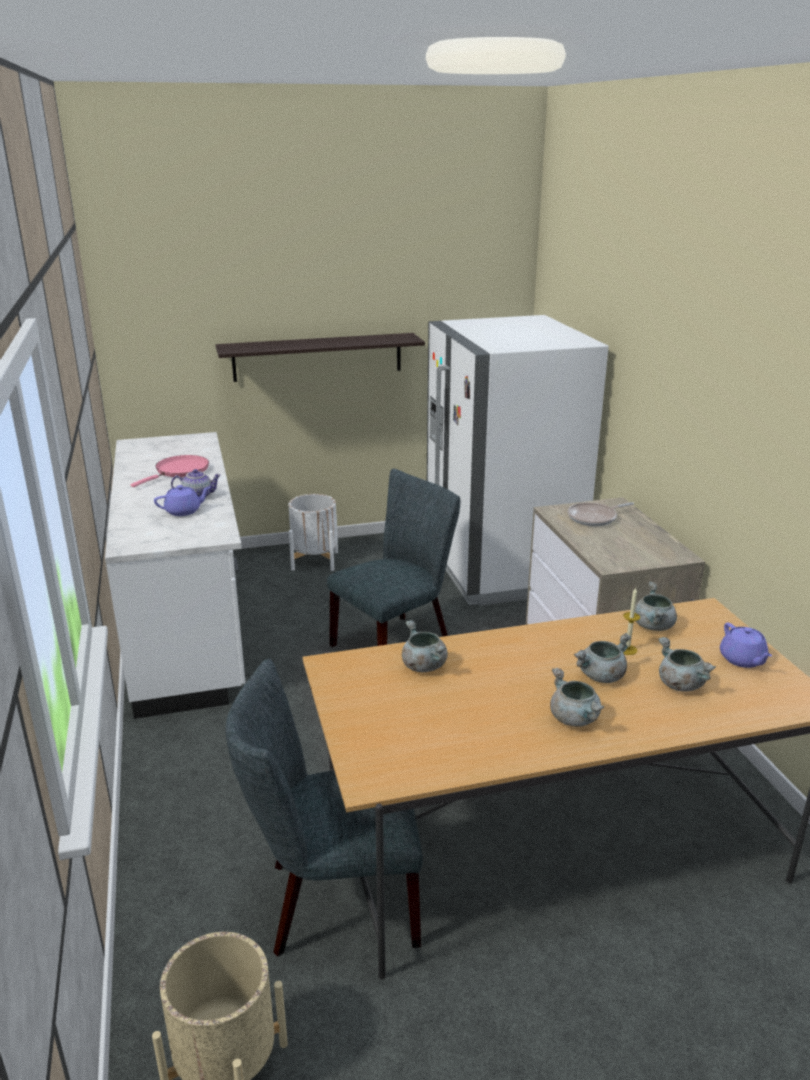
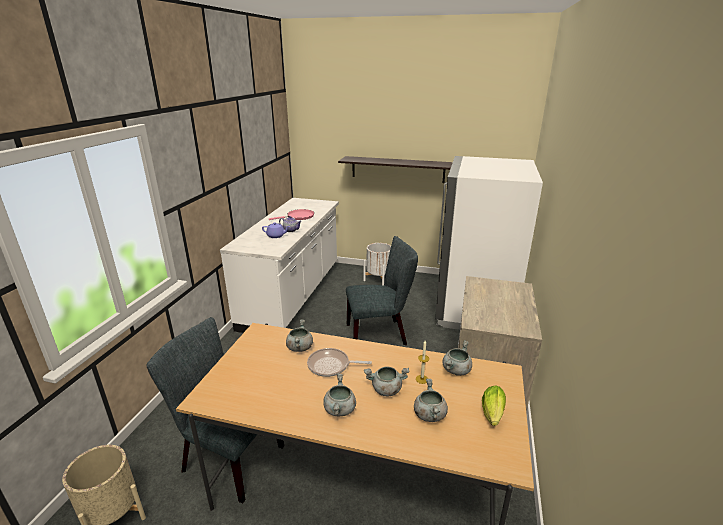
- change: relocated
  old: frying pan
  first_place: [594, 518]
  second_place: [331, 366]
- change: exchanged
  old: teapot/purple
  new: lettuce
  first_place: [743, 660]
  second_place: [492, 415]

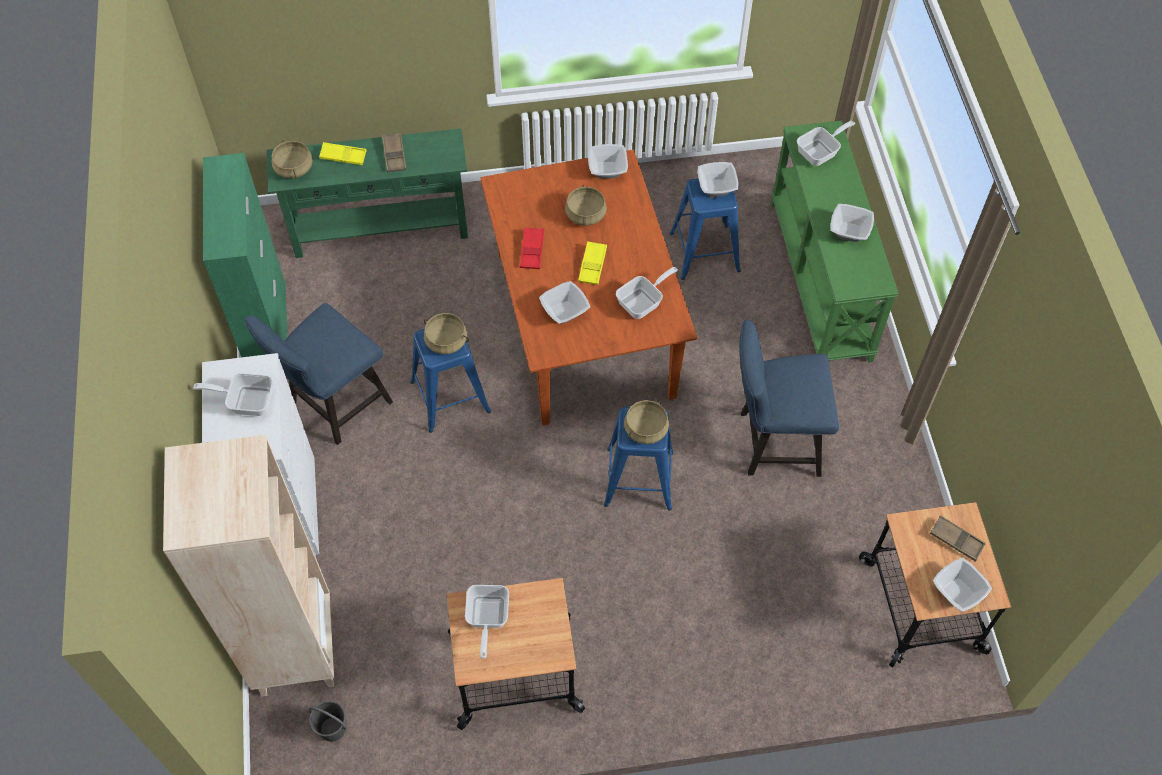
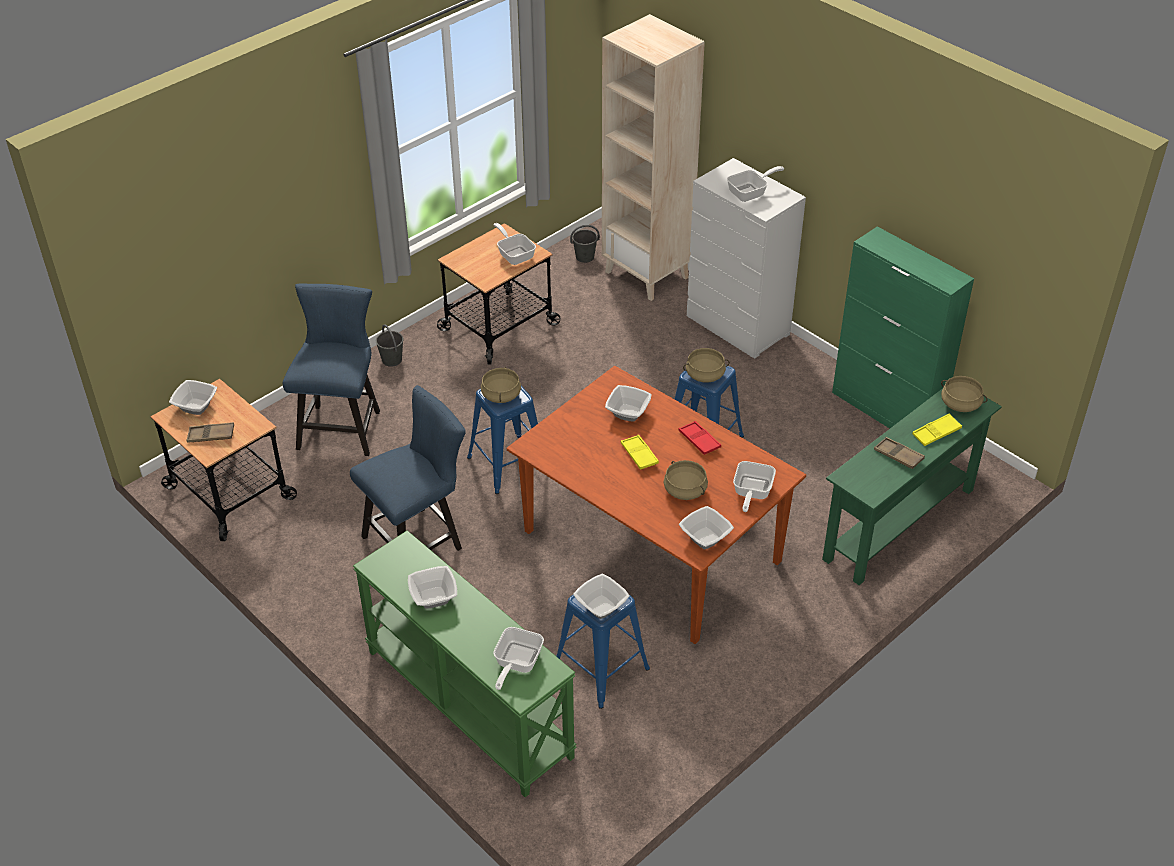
- change: relocated
  old: chair/blue
  first_place: [334, 406]
  second_place: [342, 425]
- change: relocated
  old: frying pan
  first_place: [643, 302]
  second_place: [751, 493]
- change: appeared
  new: bucket/grey
  second_place: [391, 360]

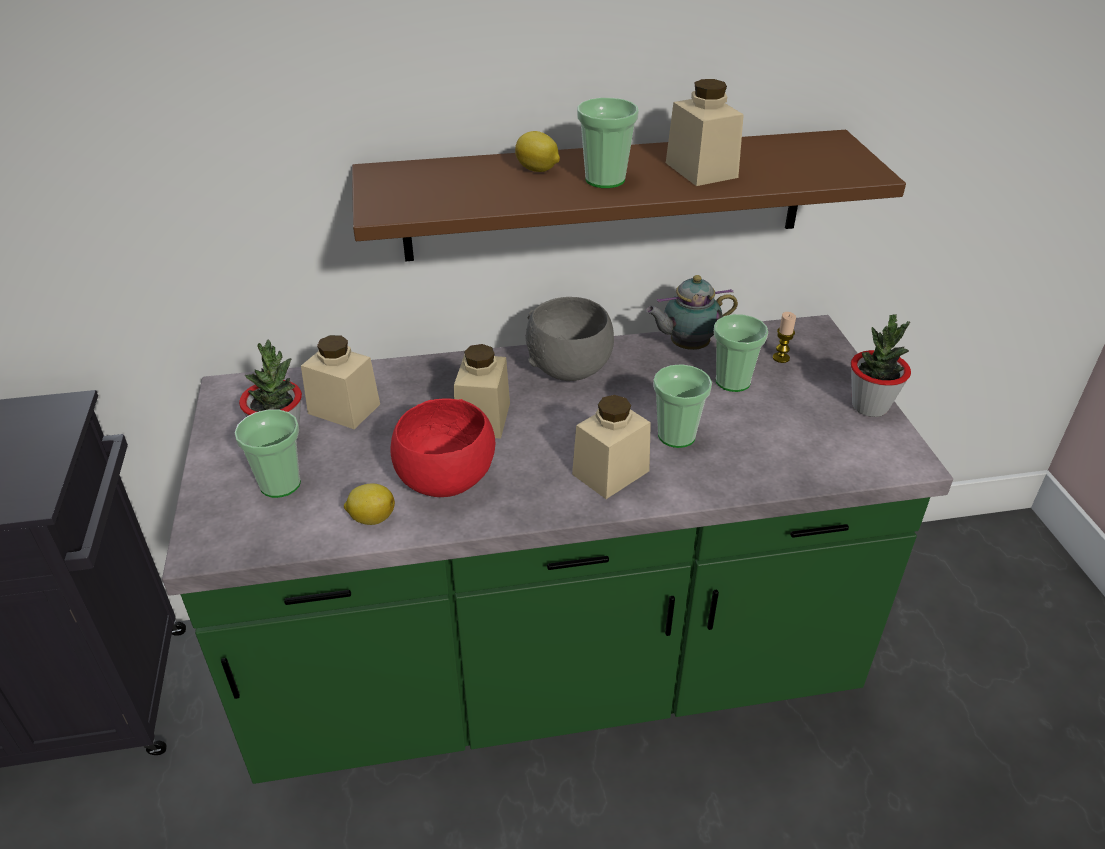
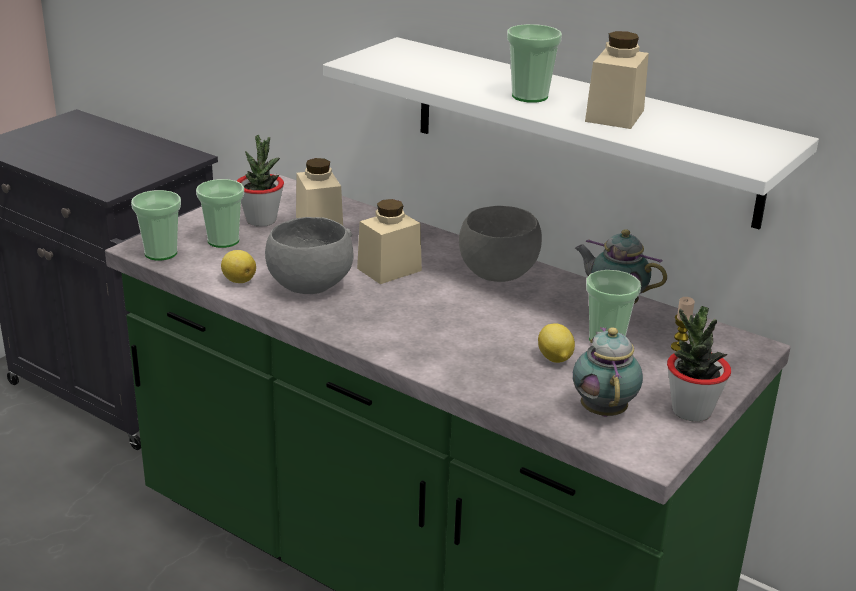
- change: colour
  old: shelf/brown
  new: shelf/white
  first_place: [606, 196]
  second_place: [582, 130]
- change: colour
  old: bowl/red
  new: bowl/grey
  first_place: [445, 481]
  second_place: [308, 286]
- change: relocated
  old: lemon
  first_place: [538, 170]
  second_place: [555, 359]
- change: missing
  old: jar/beige
  first_place: [610, 472]
- change: relocated
  old: cup
  first_place: [676, 436]
  second_place: [161, 253]
- change: appeared
  new: teapot
  second_place: [603, 409]

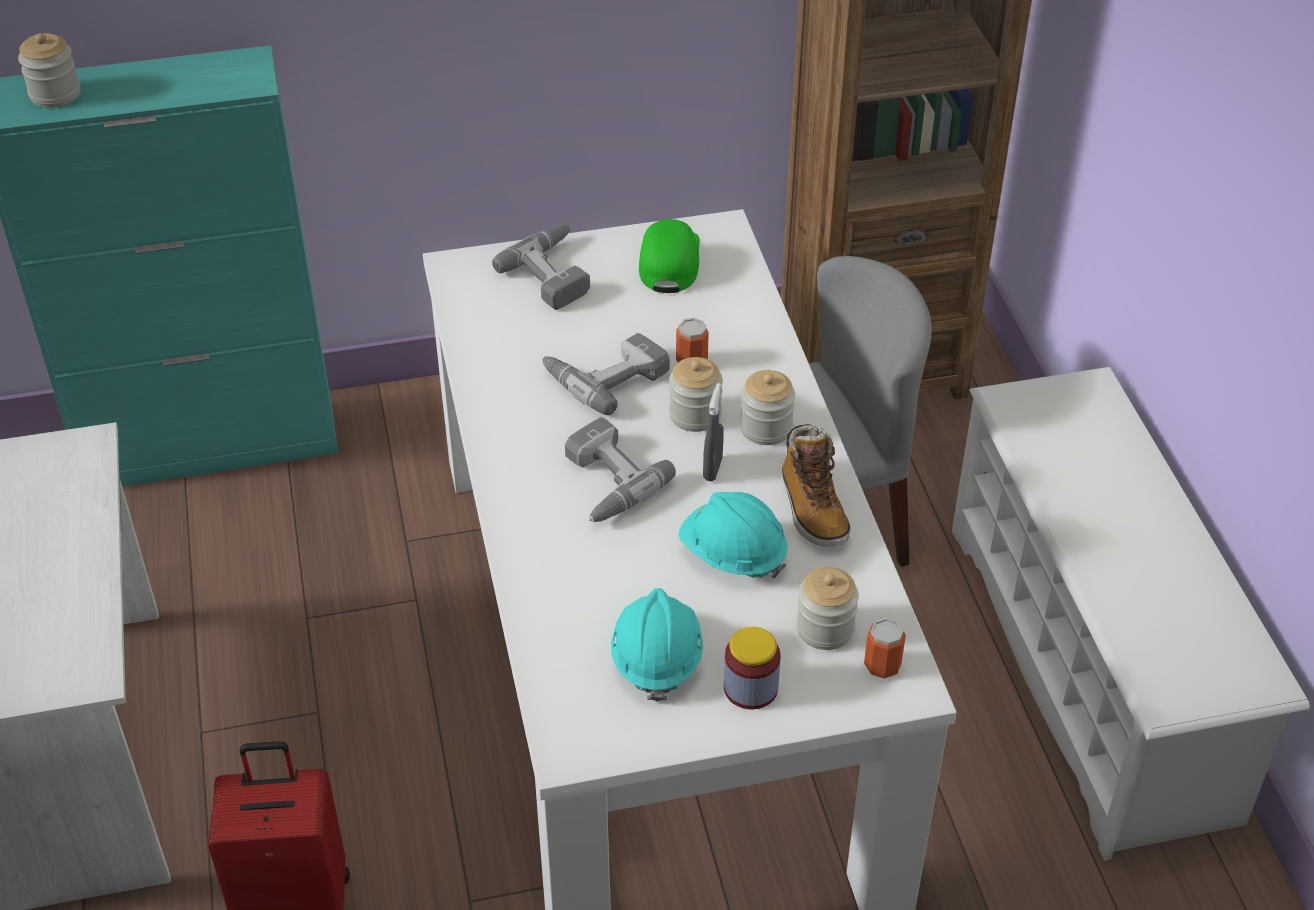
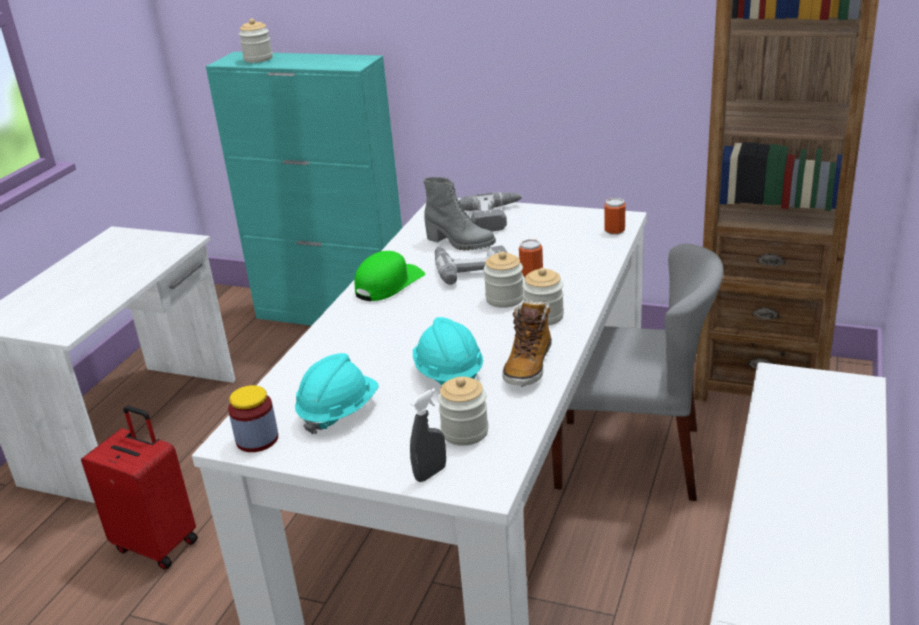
- change: missing
  old: power drill
  first_place: [604, 482]
- change: relocated
  old: cap/green
  first_place: [669, 261]
  second_place: [388, 284]
- change: relocated
  old: spray bottle/grey
  first_place: [712, 469]
  second_place: [430, 473]
- change: relocated
  old: jar
  first_place: [750, 688]
  second_place: [257, 439]
- change: relocated
  old: can
  first_place: [882, 666]
  second_place: [614, 230]
- change: appeared
  new: boot/grey
  second_place: [460, 243]

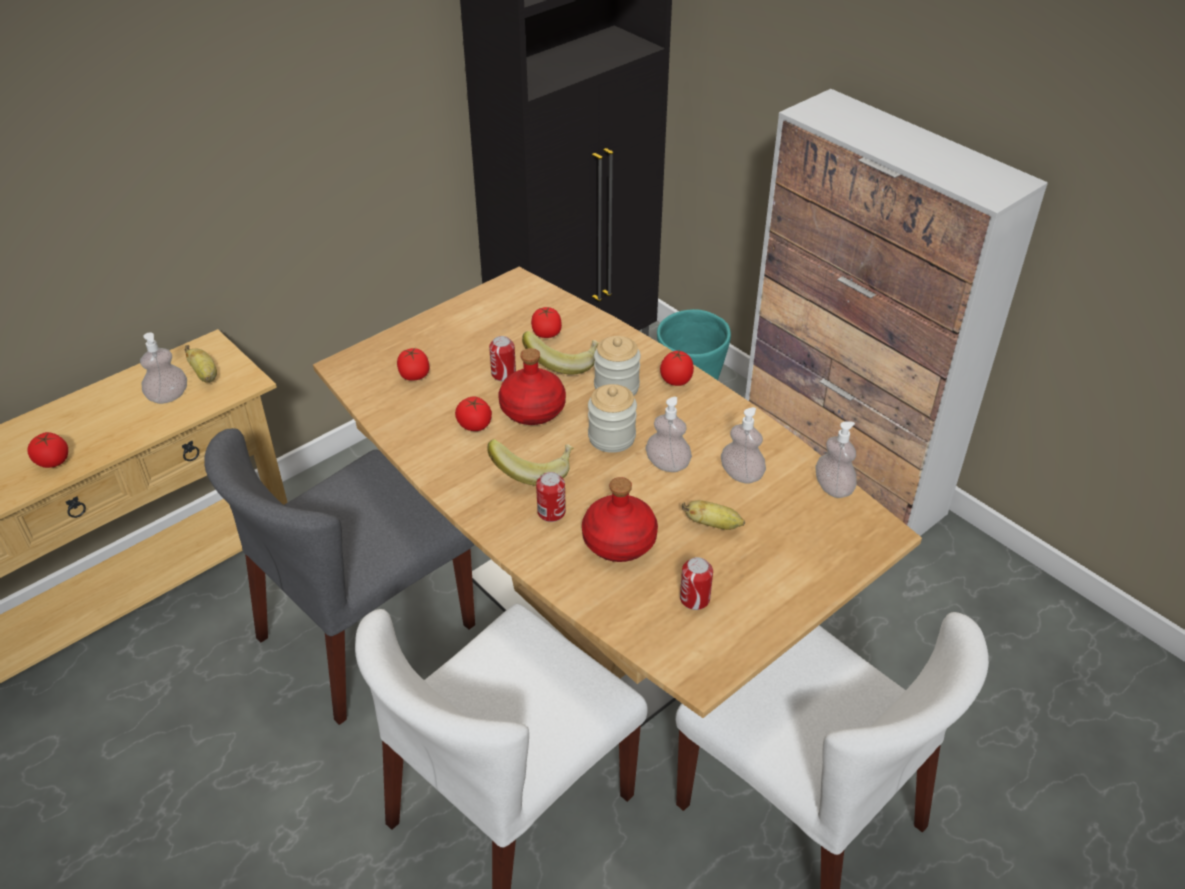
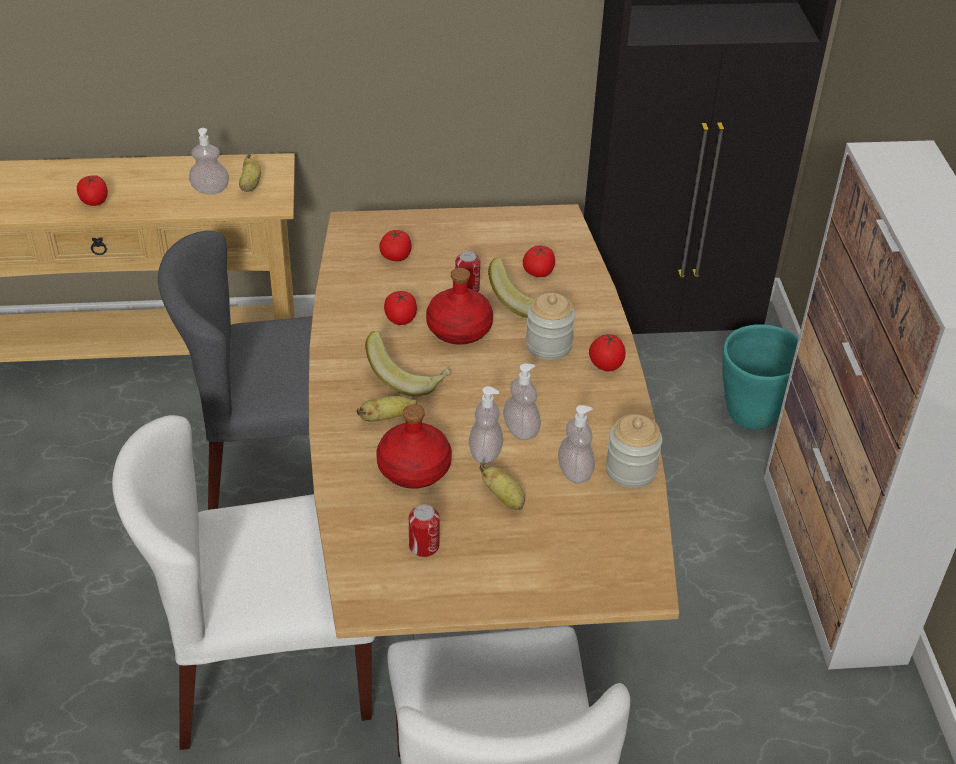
- change: exchanged
  old: can
  new: banana
  first_place: [551, 512]
  second_place: [386, 417]
- change: relocated
  old: jar
  first_place: [611, 437]
  second_place: [630, 470]
- change: relocated
  old: soap dispenser
  first_place: [833, 488]
  second_place: [485, 453]

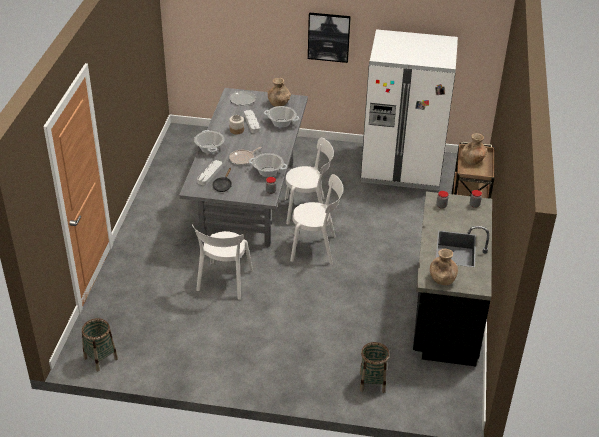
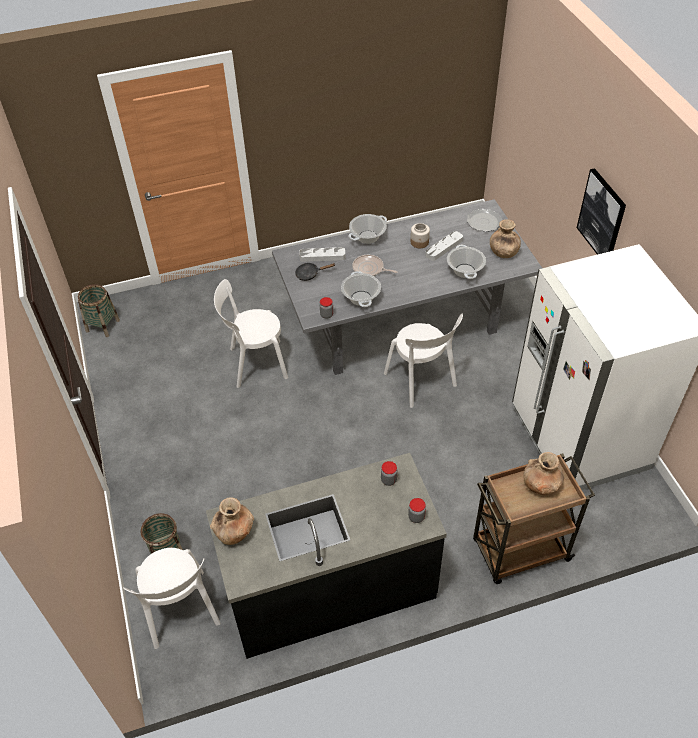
- change: relocated
  old: chair/white
  first_place: [316, 248]
  second_place: [180, 612]

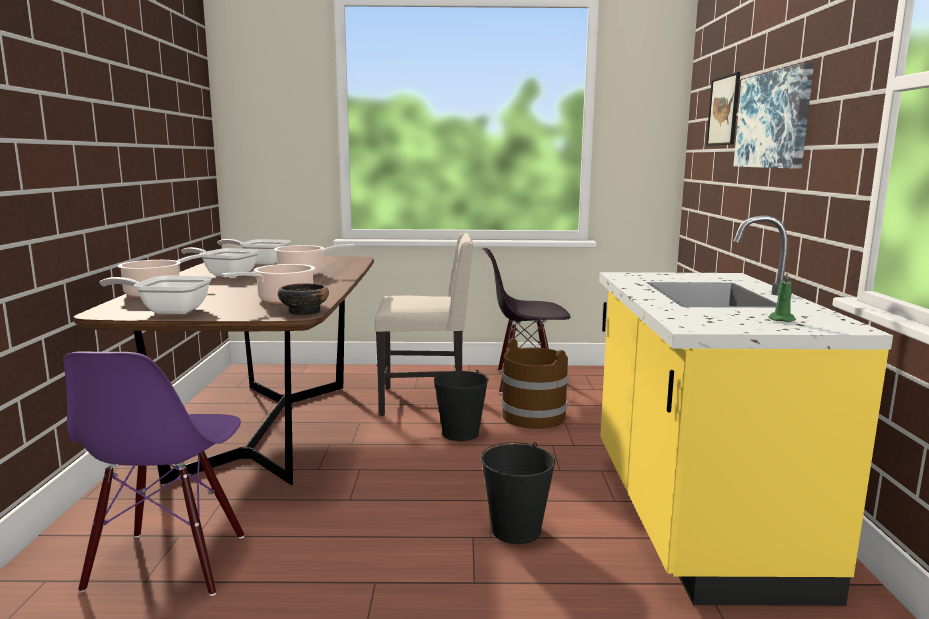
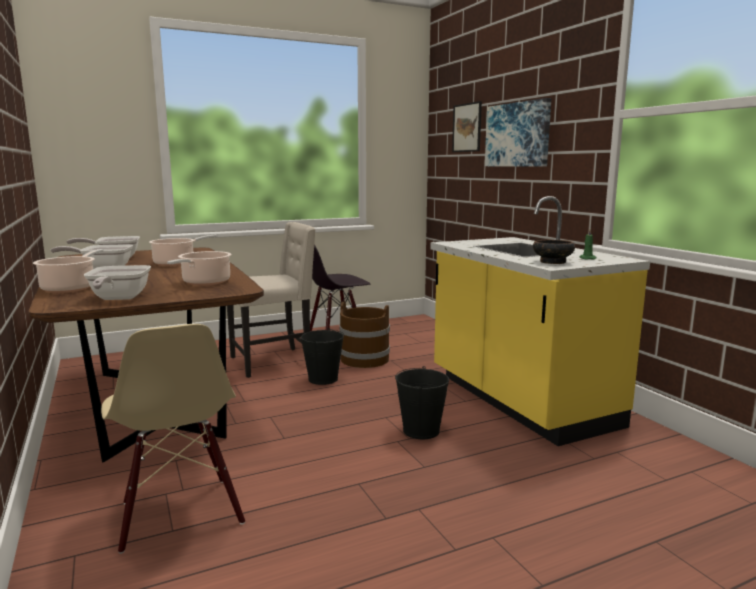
- change: colour
  old: chair/purple
  new: chair/beige
  first_place: [169, 563]
  second_place: [180, 513]
- change: spun
  old: frying pan
  first_place: [168, 311]
  second_place: [118, 299]
  degrees: -75
- change: relocated
  old: bowl
  first_place: [304, 312]
  second_place: [552, 262]

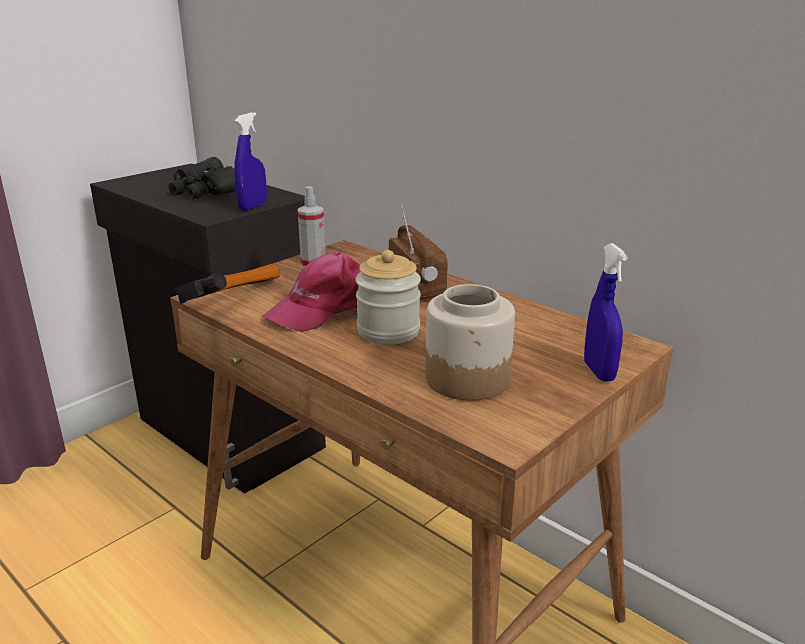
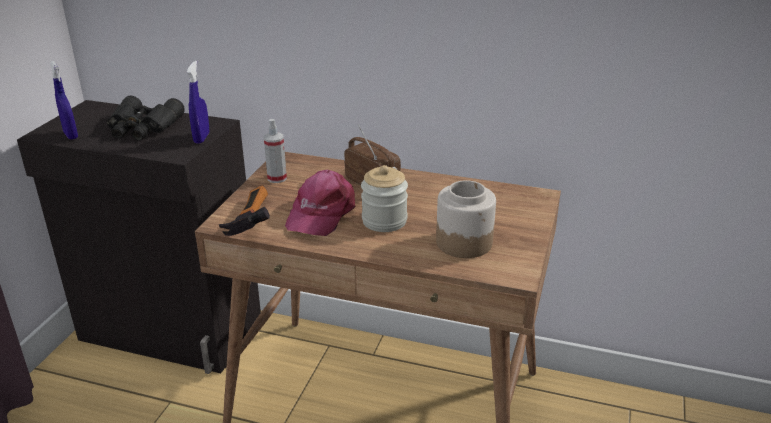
- change: relocated
  old: spray bottle/blue
  first_place: [599, 372]
  second_place: [71, 135]

